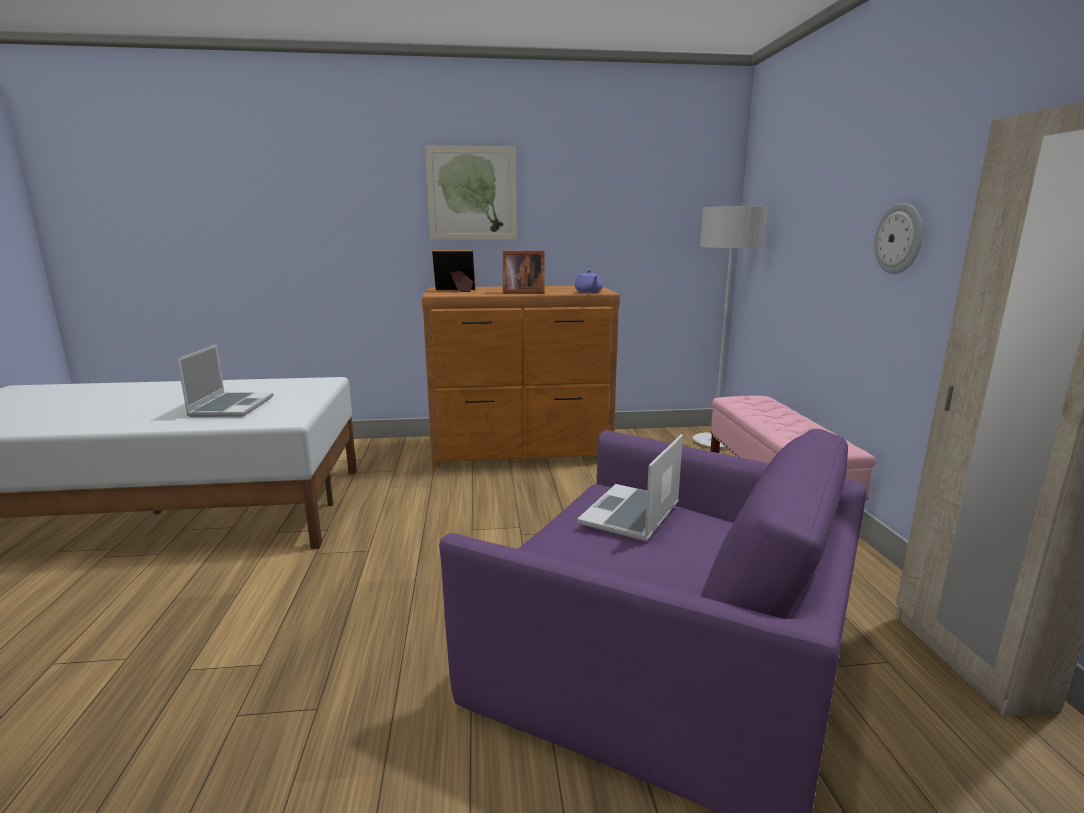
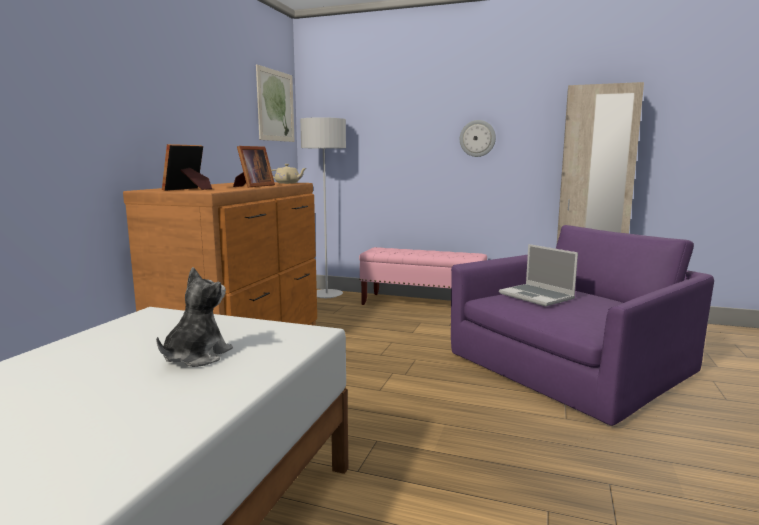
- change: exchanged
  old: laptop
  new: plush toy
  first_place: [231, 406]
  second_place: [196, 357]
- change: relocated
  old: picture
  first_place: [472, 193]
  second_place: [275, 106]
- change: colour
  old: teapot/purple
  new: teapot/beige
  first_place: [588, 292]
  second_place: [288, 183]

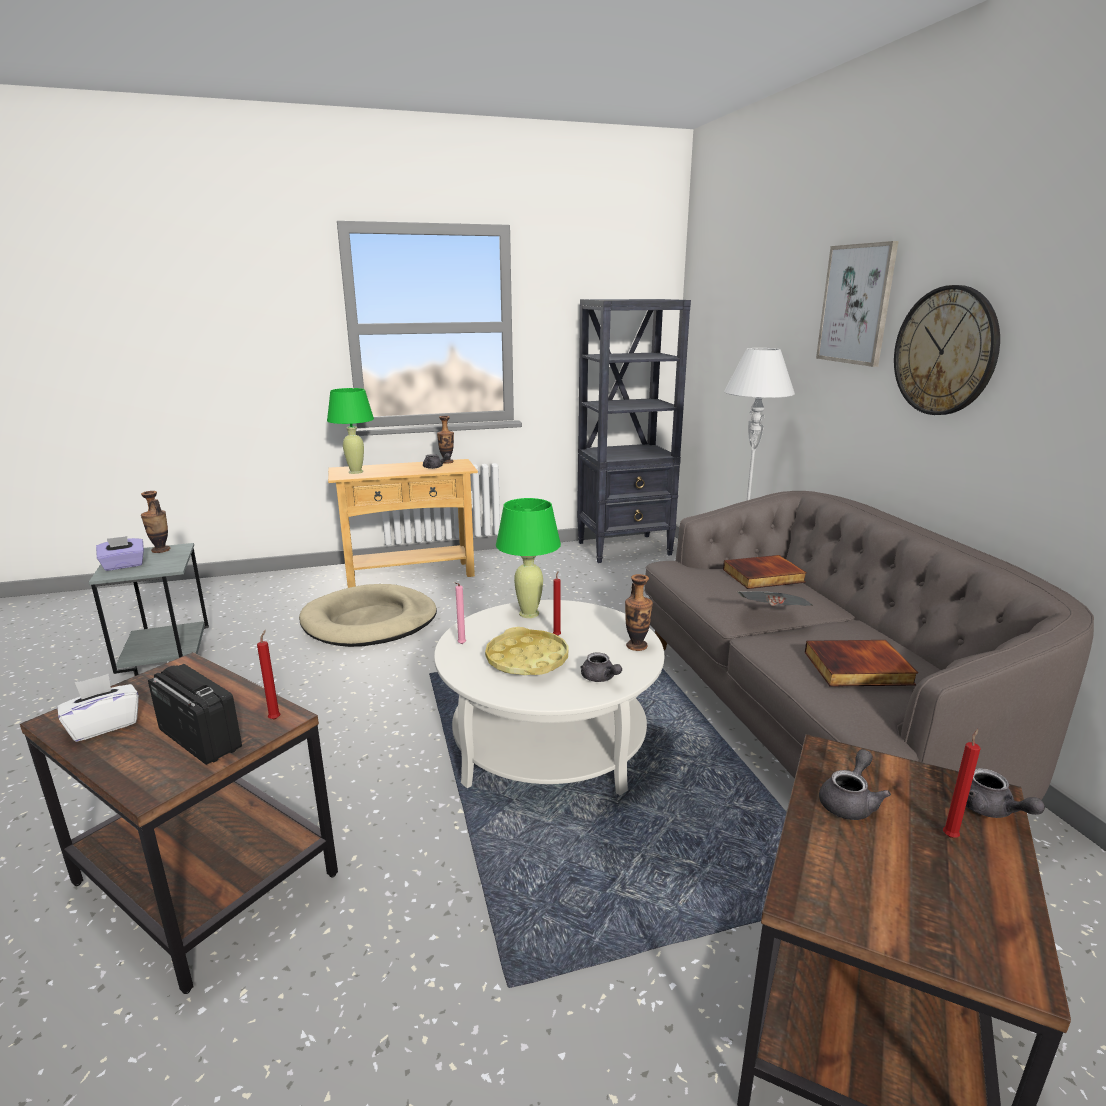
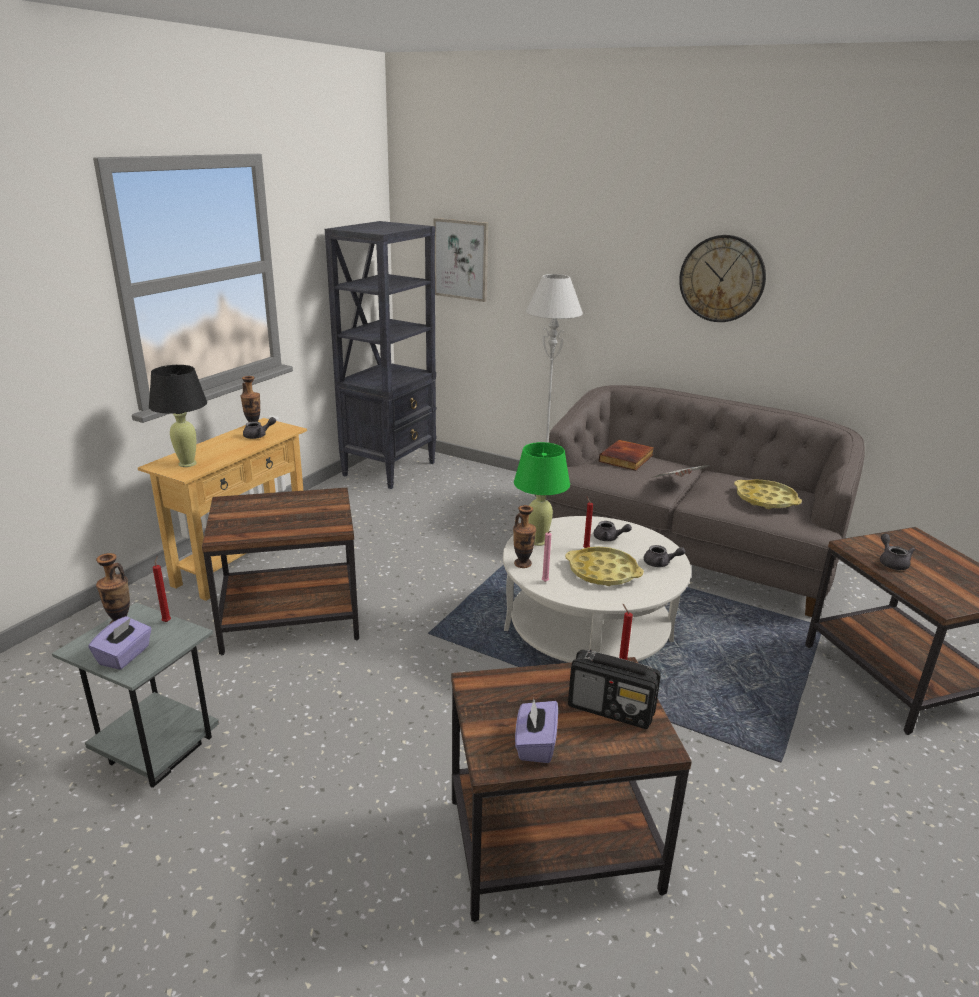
- change: colour
  old: tissue box/white
  new: tissue box/purple
  first_place: [104, 725]
  second_place: [535, 744]
- change: spun
  old: radio
  first_place: [199, 738]
  second_place: [612, 709]
  degrees: -150
- change: exchanged
  old: dog bed/beige
  new: side table/brown
  first_place: [370, 621]
  second_place: [291, 618]
- change: colour
  old: table lamp/green
  new: table lamp/black
  first_place: [356, 472]
  second_place: [187, 463]
- change: relocated
  old: vase
  first_place: [636, 646]
  second_place: [522, 564]
- change: exchanged
  old: book
  new: tray/yellow
  first_place: [857, 669]
  second_place: [765, 499]
- change: relocated
  old: picture
  first_place: [856, 304]
  second_place: [461, 259]
- change: relocated
  old: candle/red
  first_place: [950, 835]
  second_place: [167, 621]
- change: relocated
  old: teapot/grey
  first_place: [989, 810]
  second_place: [609, 538]

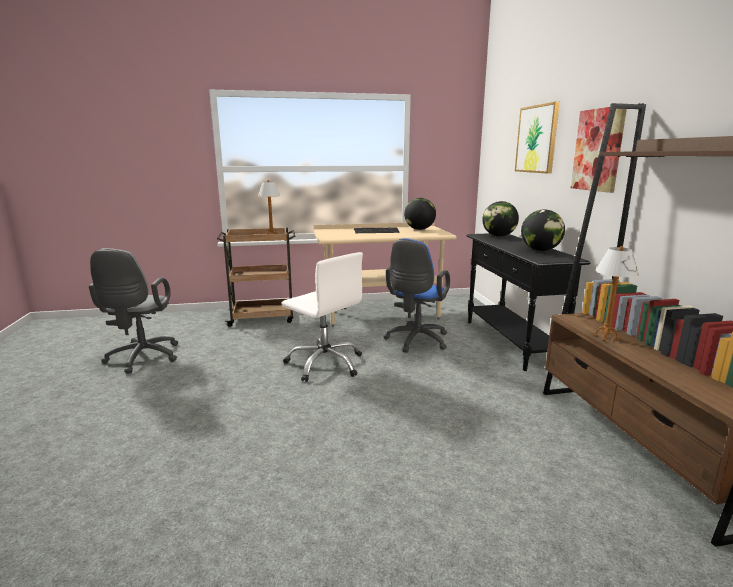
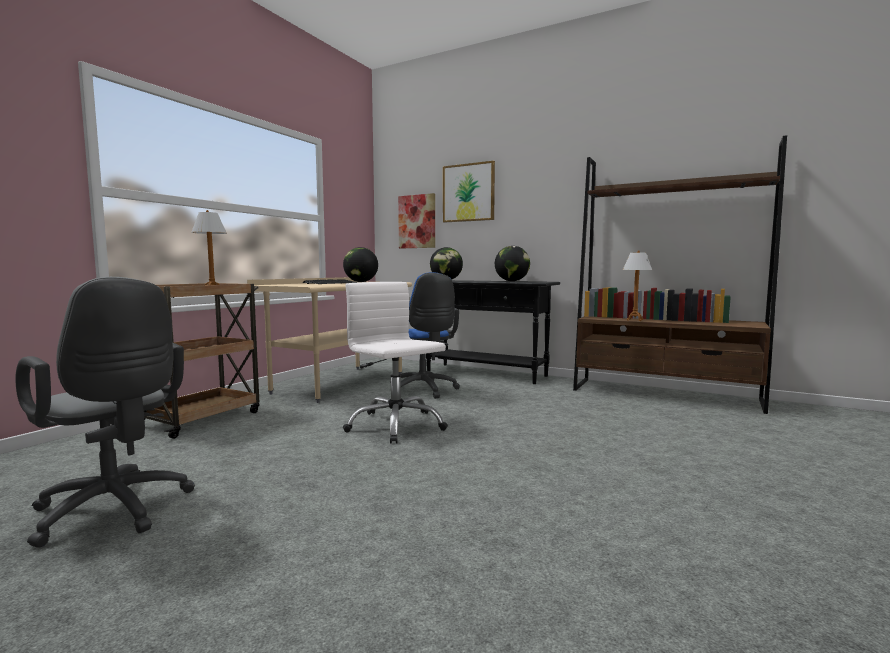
- change: spun
  old: office chair/white
  first_place: [325, 364]
  second_place: [395, 425]
  degrees: -120
- change: relocated
  old: picture
  first_place: [598, 150]
  second_place: [417, 221]

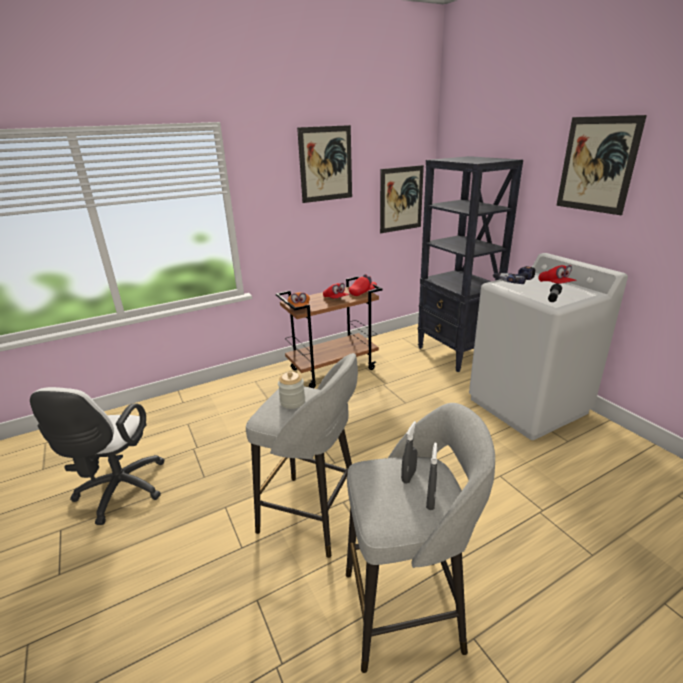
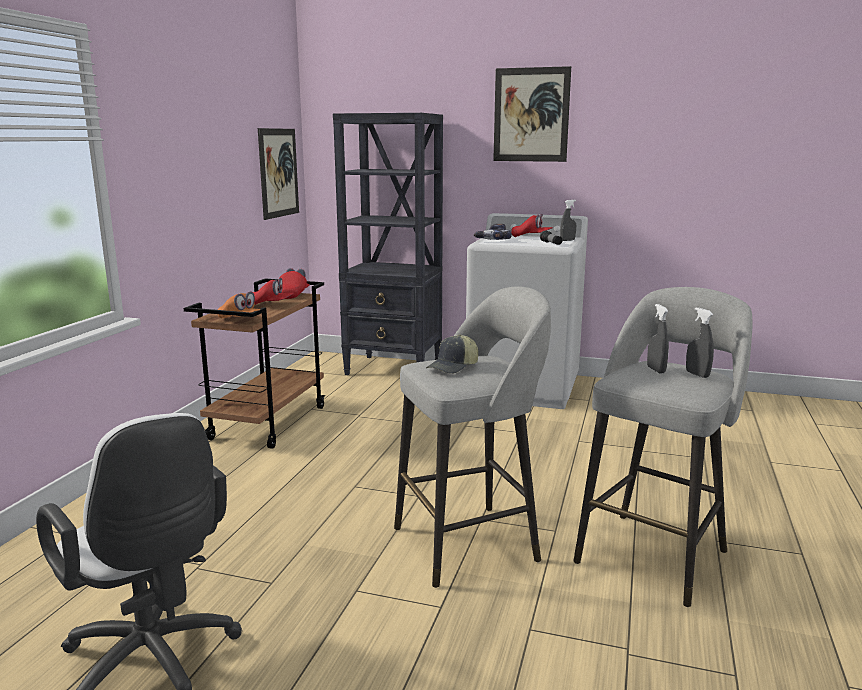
- change: exchanged
  old: jar
  new: cap
  first_place: [292, 402]
  second_place: [453, 367]
- change: missing
  old: picture
  first_place: [326, 164]
- change: appeared
  new: spray bottle/grey
  second_place: [567, 240]

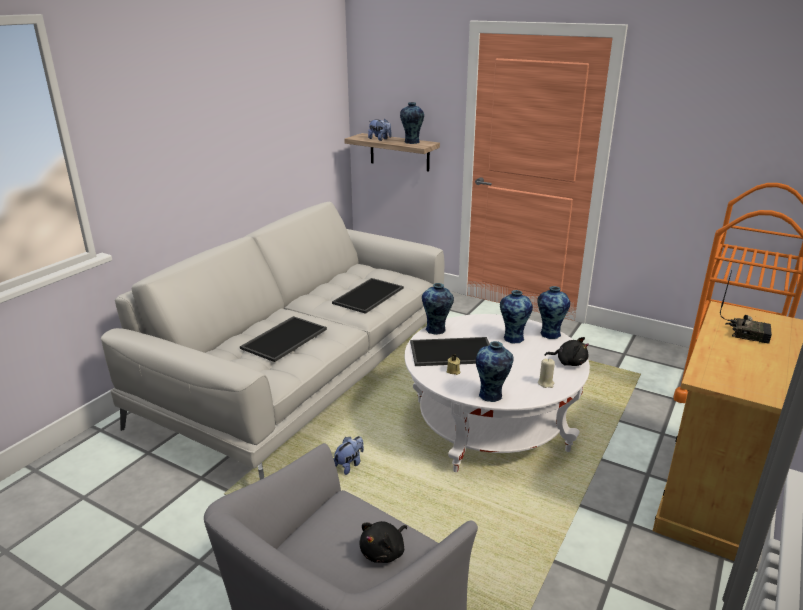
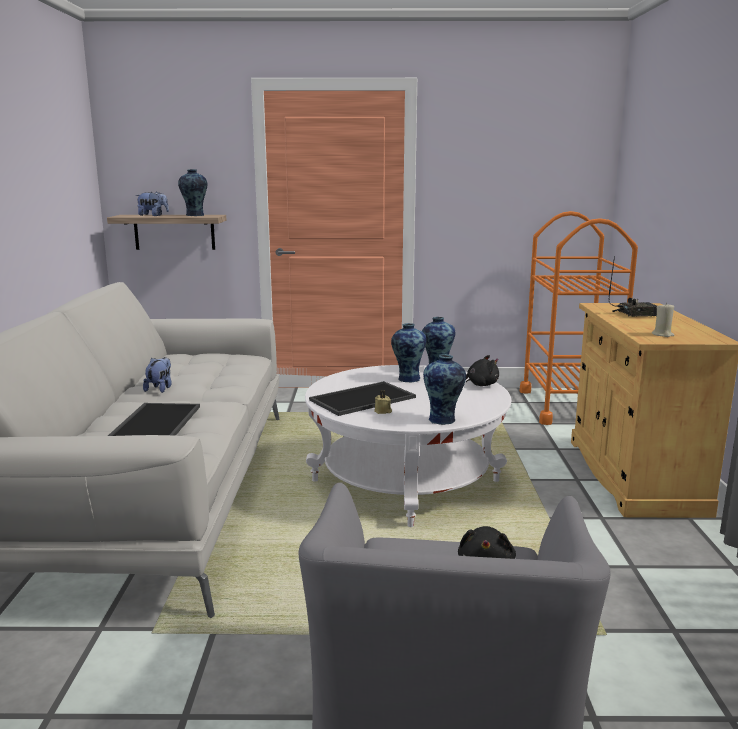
- change: missing
  old: tray
  first_place: [369, 296]
- change: relocated
  old: plush toy
  first_place: [349, 465]
  second_place: [160, 388]
- change: missing
  old: vase
  first_place: [436, 330]
- change: relocated
  old: candle/beige
  first_place: [546, 383]
  second_place: [662, 335]

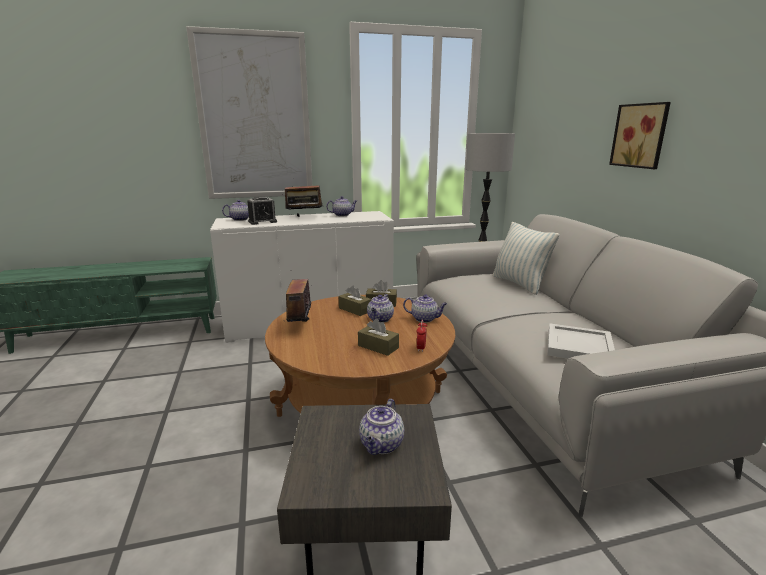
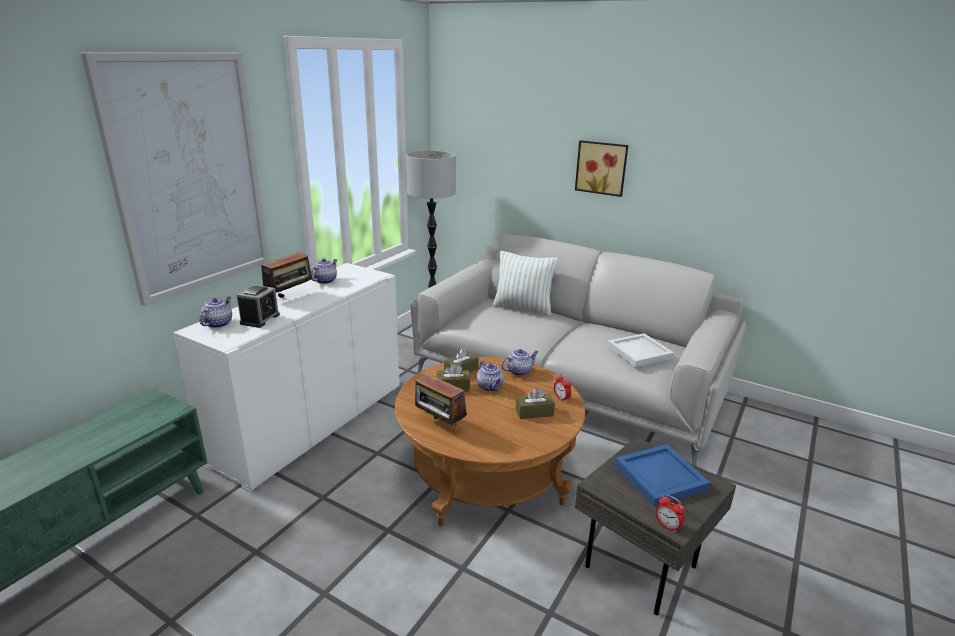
- change: exchanged
  old: teapot
  new: tray/blue
  first_place: [382, 445]
  second_place: [661, 477]
- change: appeared
  new: alarm clock
  second_place: [667, 526]

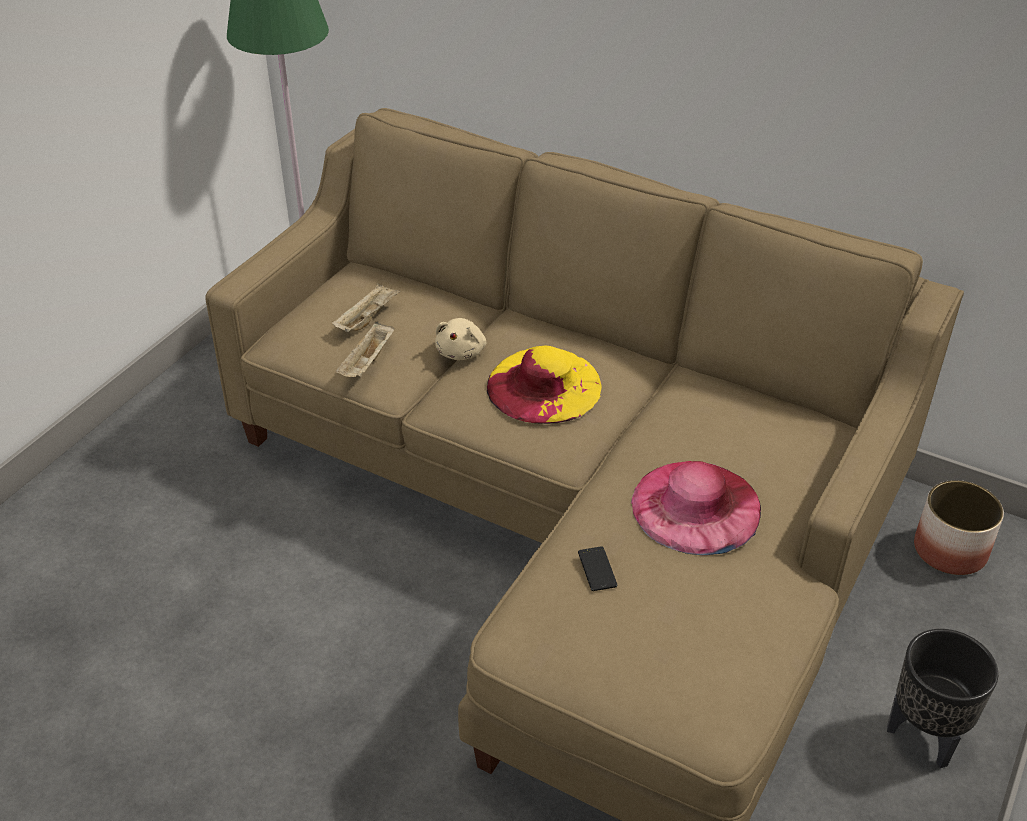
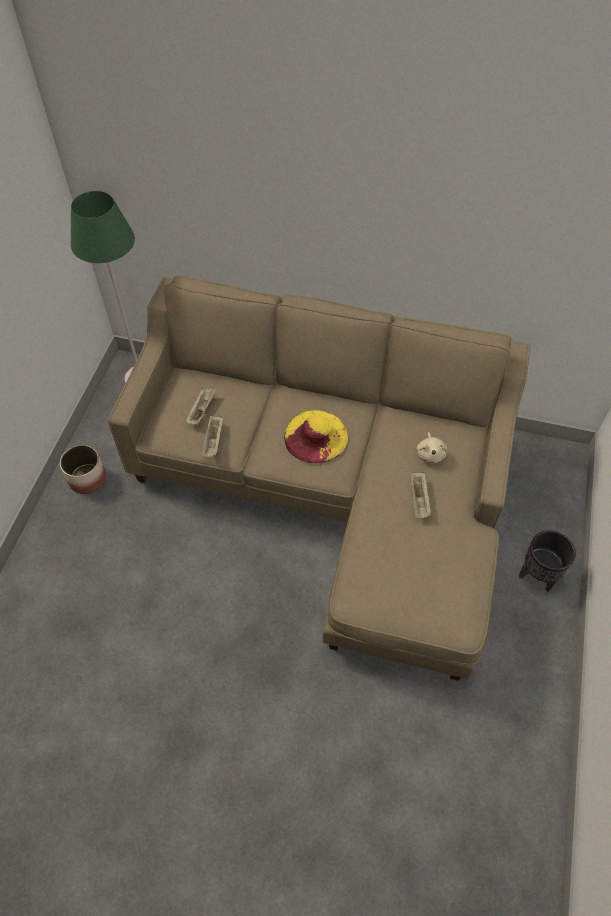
- change: relocated
  old: plush toy/beige
  first_place: [462, 352]
  second_place: [430, 454]
- change: missing
  old: phone
  first_place: [597, 569]
- change: exchanged
  old: hat/pink
  new: tray/beige
  first_place: [696, 506]
  second_place: [419, 500]
- change: relocated
  old: planter
  first_place: [949, 550]
  second_place: [87, 478]

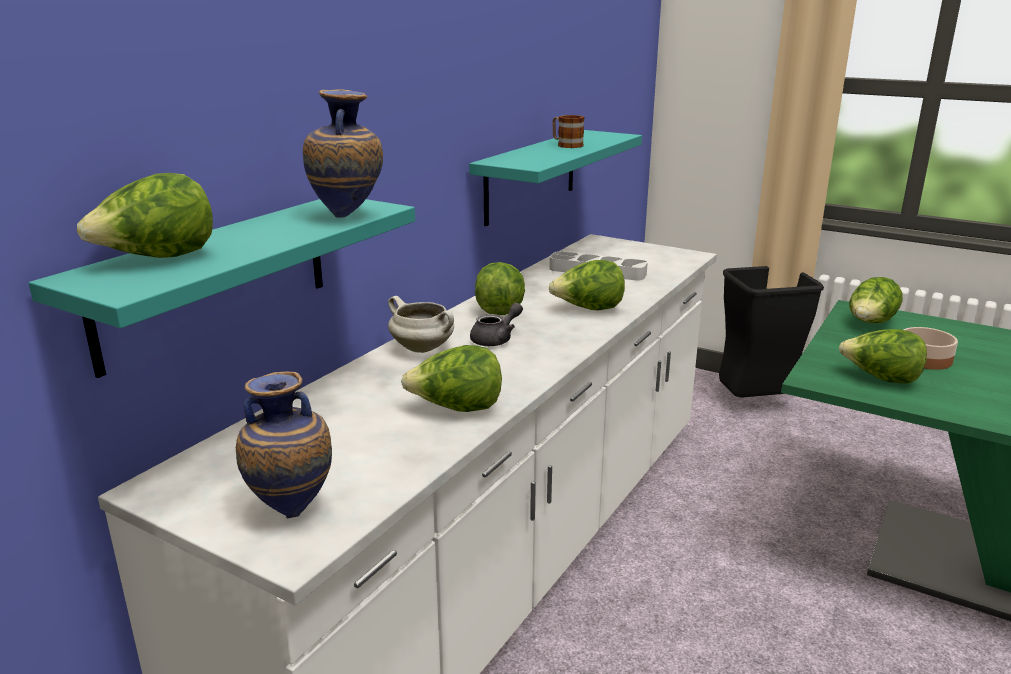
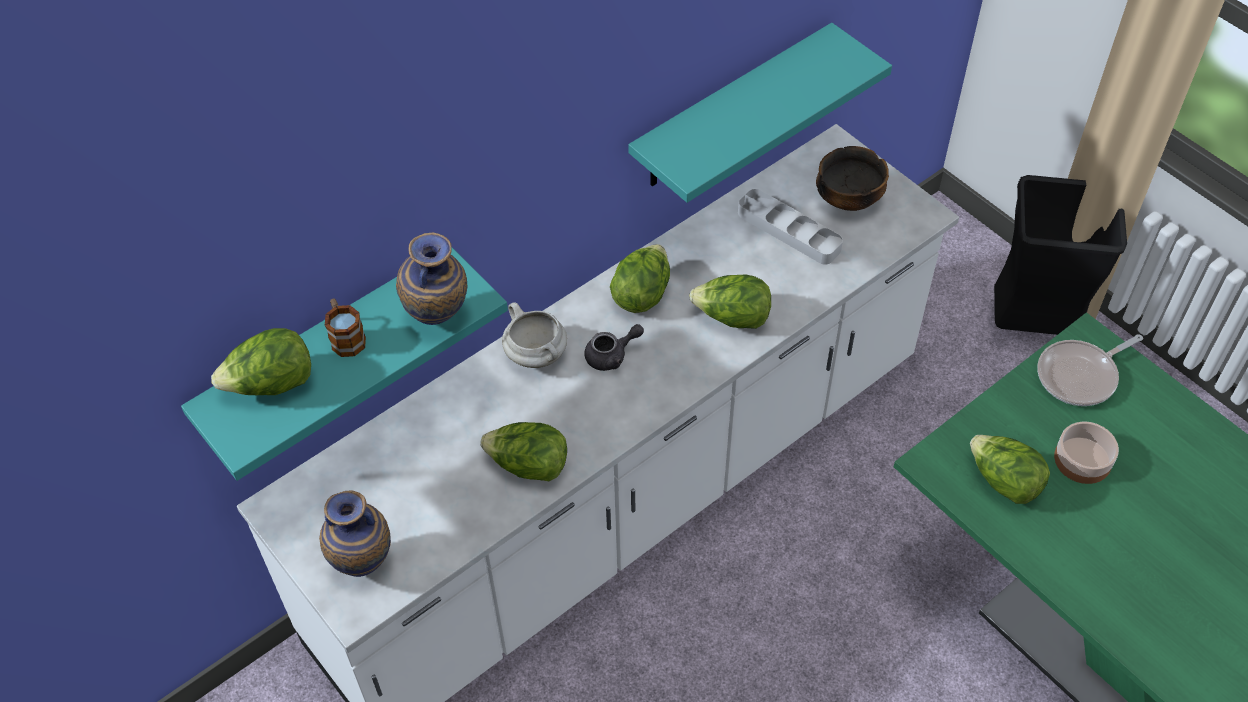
- change: relocated
  old: mug
  first_place: [566, 145]
  second_place: [346, 337]
- change: exchanged
  old: lettuce
  new: frying pan
  first_place: [870, 324]
  second_place: [1080, 376]
- change: appeared
  new: bowl
  second_place: [848, 200]

